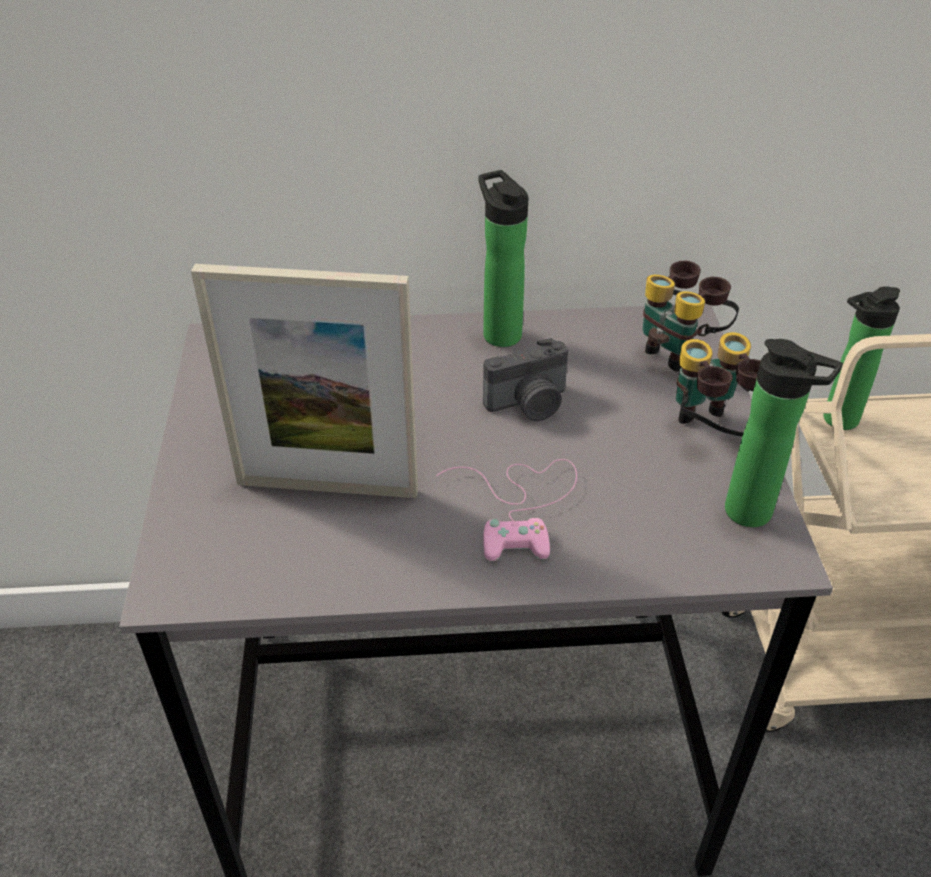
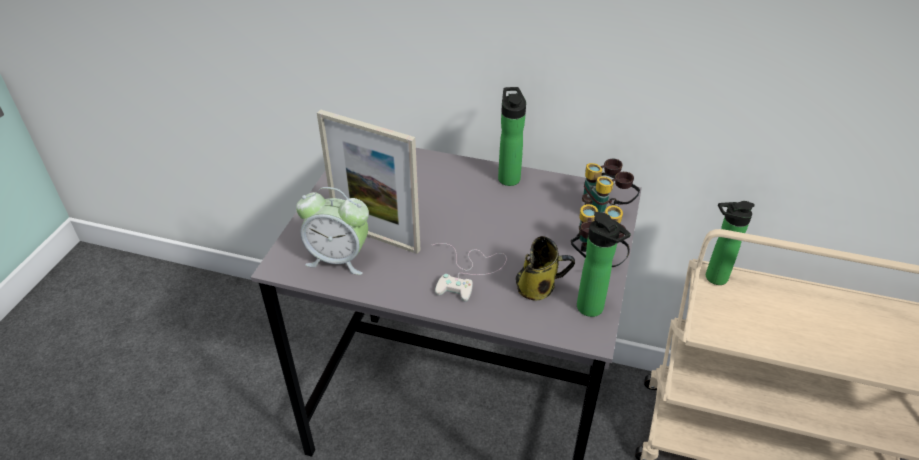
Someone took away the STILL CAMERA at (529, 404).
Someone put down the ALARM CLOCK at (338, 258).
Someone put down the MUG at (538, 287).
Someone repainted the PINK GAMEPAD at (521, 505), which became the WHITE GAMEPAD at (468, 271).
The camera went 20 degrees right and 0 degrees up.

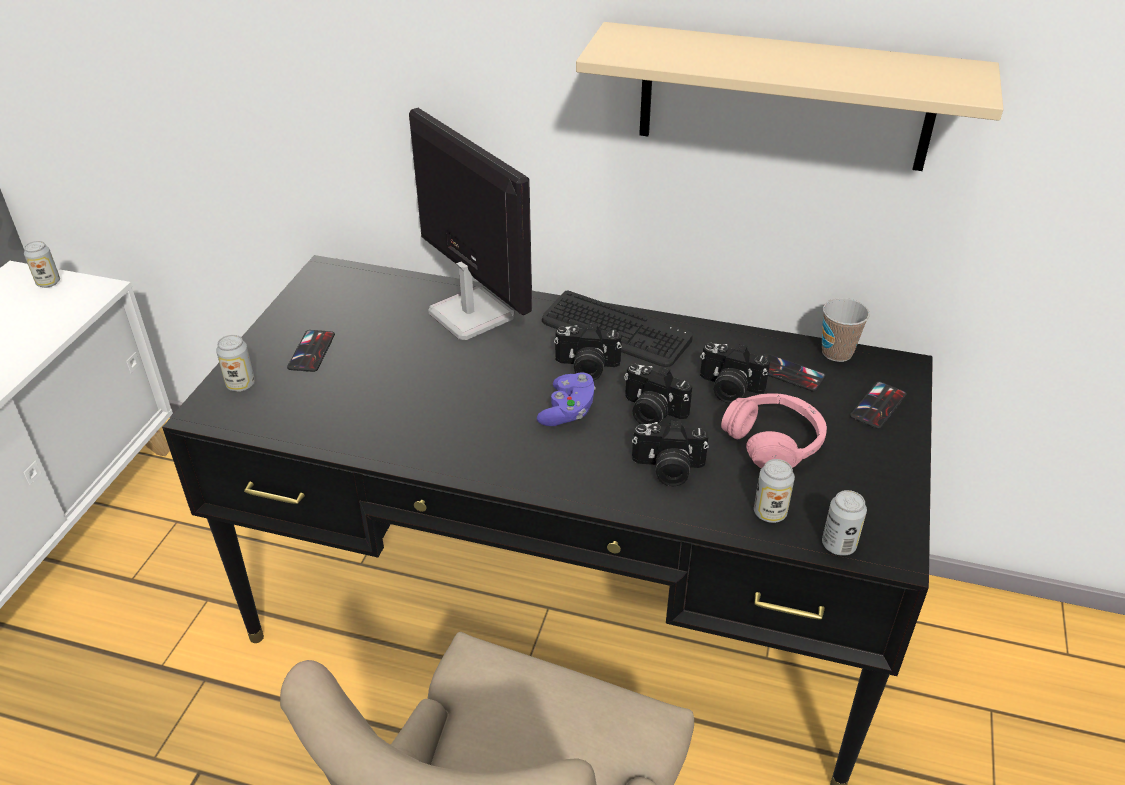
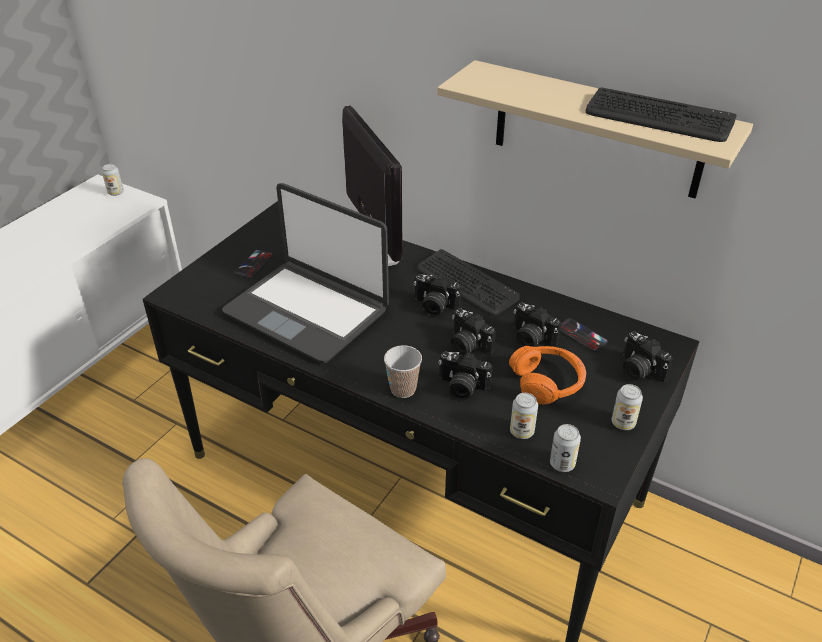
Someone took away the PURPLE GAMEPAD at (568, 411).
Someone put down the PORTABLE COMPUTER at (307, 311).
Someone put down the KEYBOARD at (658, 117).
Someone carried the CAN from (241, 384) to (623, 423).
Someone carried the CUP from (837, 353) to (403, 389).
Someone swapped the PHONE at (878, 406) for the STILL CAMERA at (638, 370).
Someone repainted the PINK HEADSET at (774, 441), which became the ORANGE HEADSET at (547, 382).
The camera went 15 degrees right and 0 degrees up.

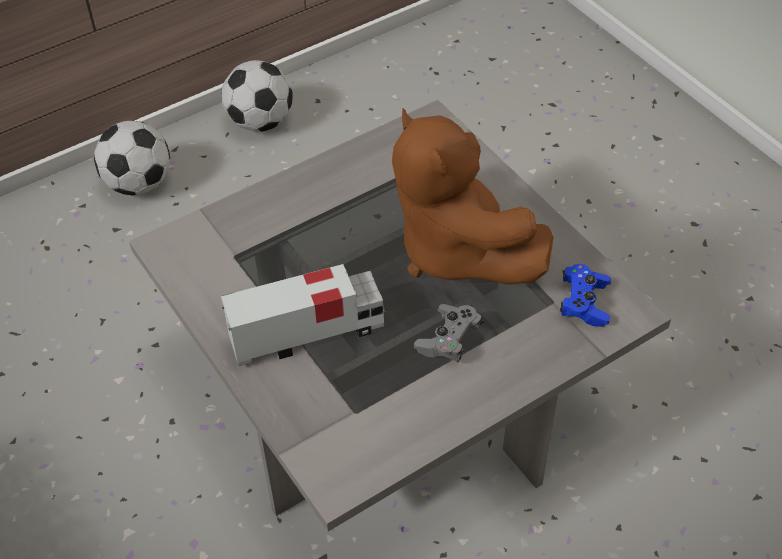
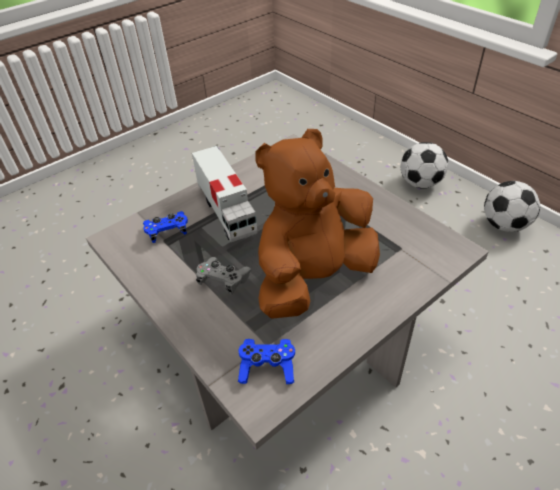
Someone put down the BLUE-COLOURED GAMEPAD at (167, 232).
The camera went 85 degrees right and 5 degrees down.

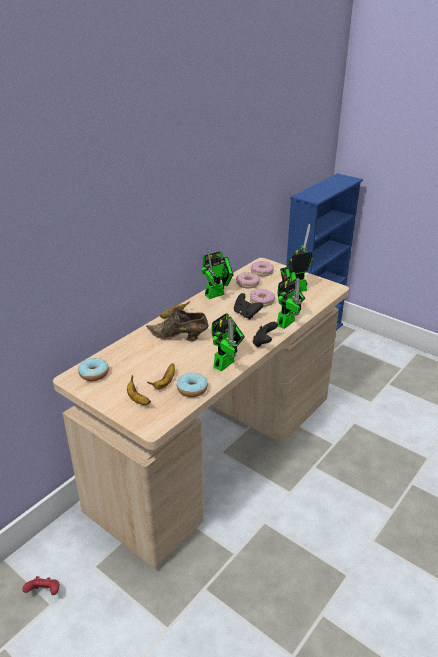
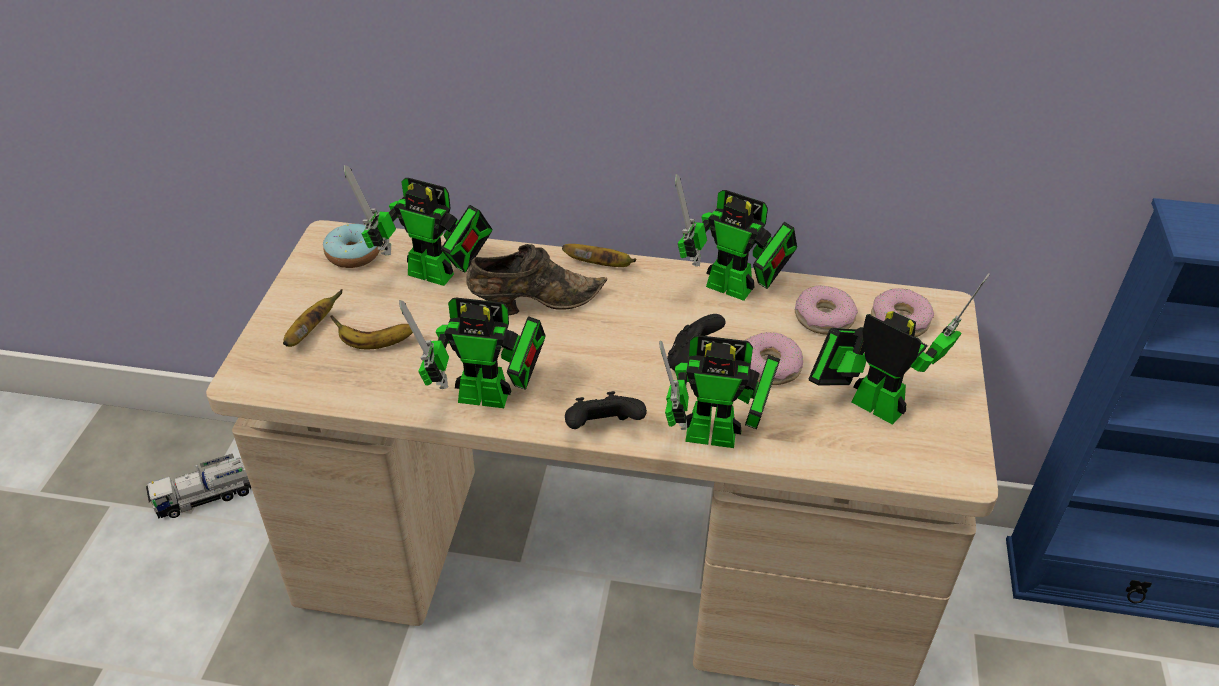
Someone took away the DOUGHNUT at (192, 389).
Someone put down the ROBOT FIGURE at (437, 276).
Someone swapped the RED-COLOURED GAMEPAD at (45, 592) for the MODEL TRUCK at (207, 497).
Someone rotated the BROWNISH ITEM OF FOOTWEAR at (179, 337) by 90 degrees clockwise.
The camera went 60 degrees right and 10 degrees up.

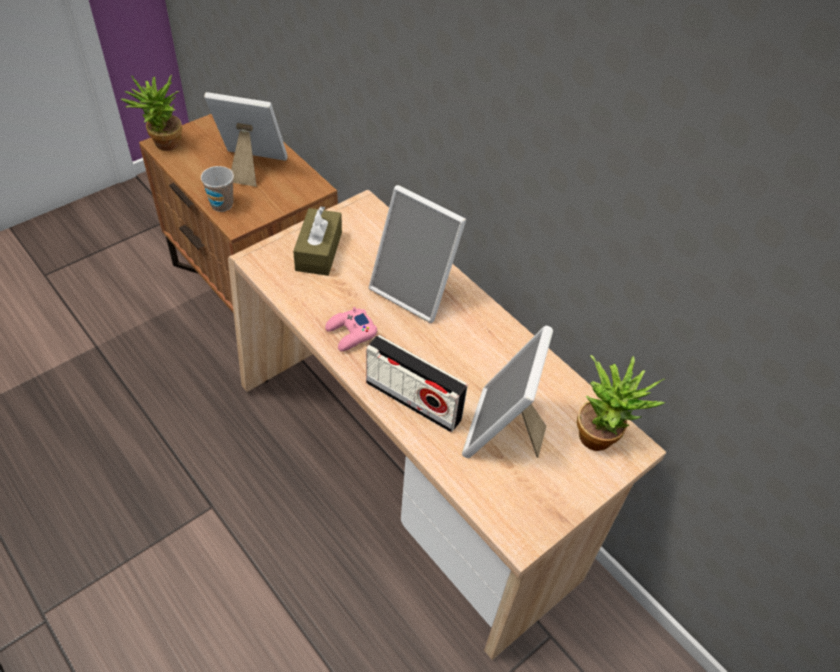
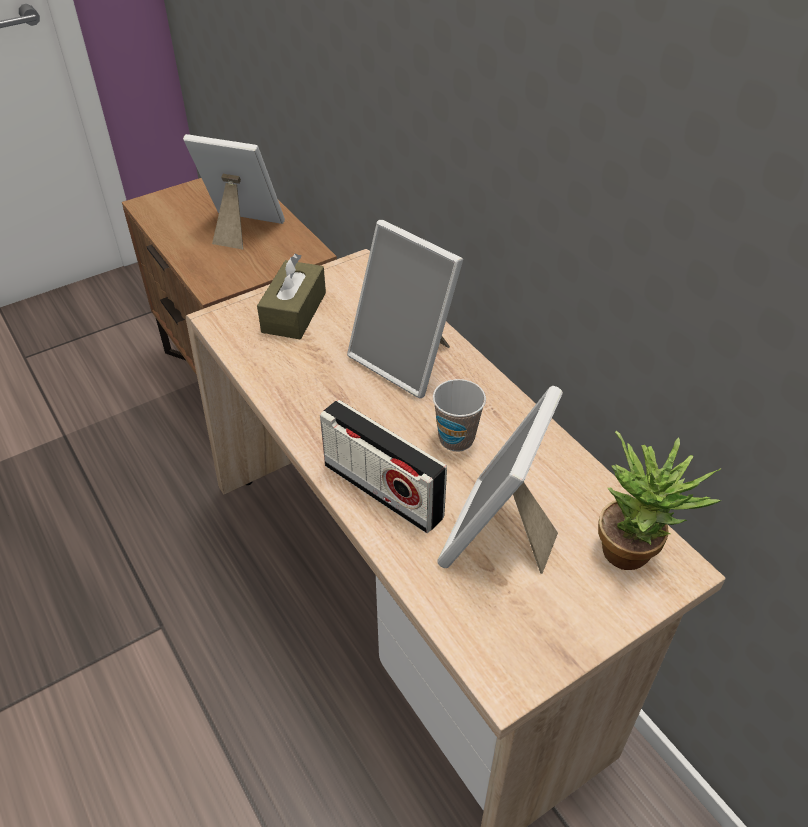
Someone took away the POTTED PLANT at (163, 145).
Someone took away the PINK GAMEPAD at (351, 333).
Someone carried the CUP from (222, 204) to (456, 439).
The camera went 10 degrees right and 5 degrees down.

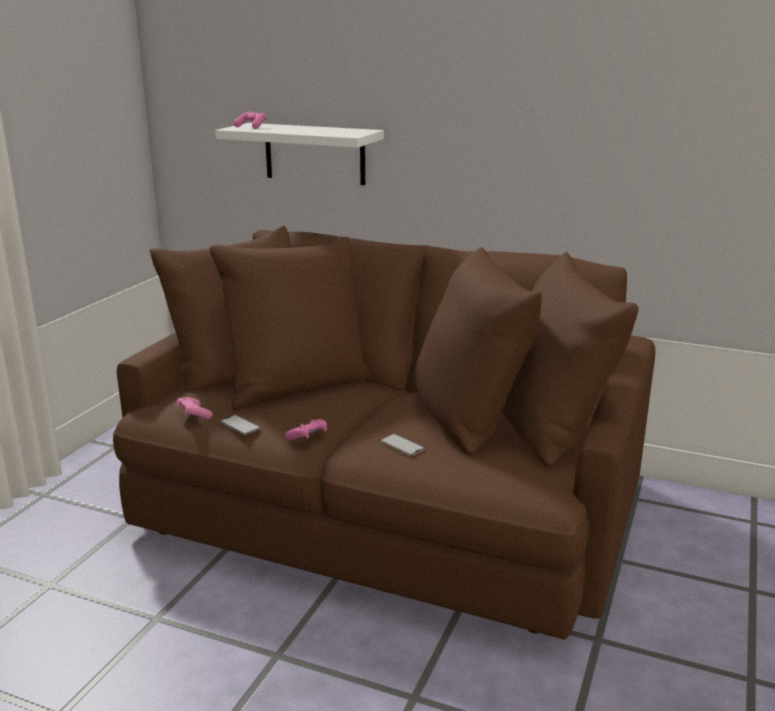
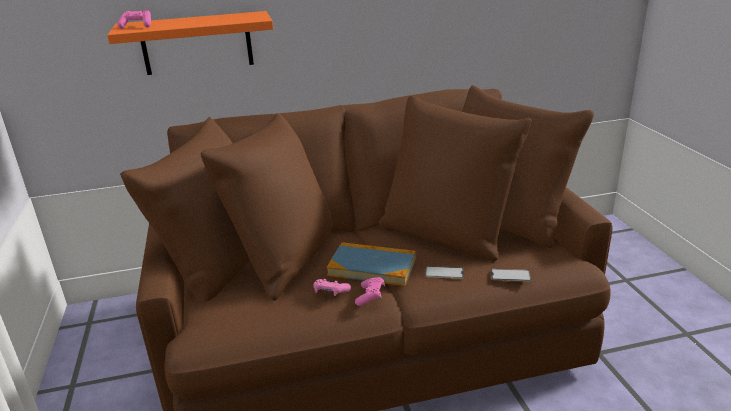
Someone put down the VOLUME at (372, 267).
Someone carried the PINK GAMEPAD from (193, 415) to (330, 293).
Someone carried the PHONE from (240, 425) to (510, 275).
Someone repainted the WHITE BRACKET SHELF at (314, 154), which became the ORANGE BRACKET SHELF at (197, 43).
The camera went 35 degrees left and 5 degrees up.

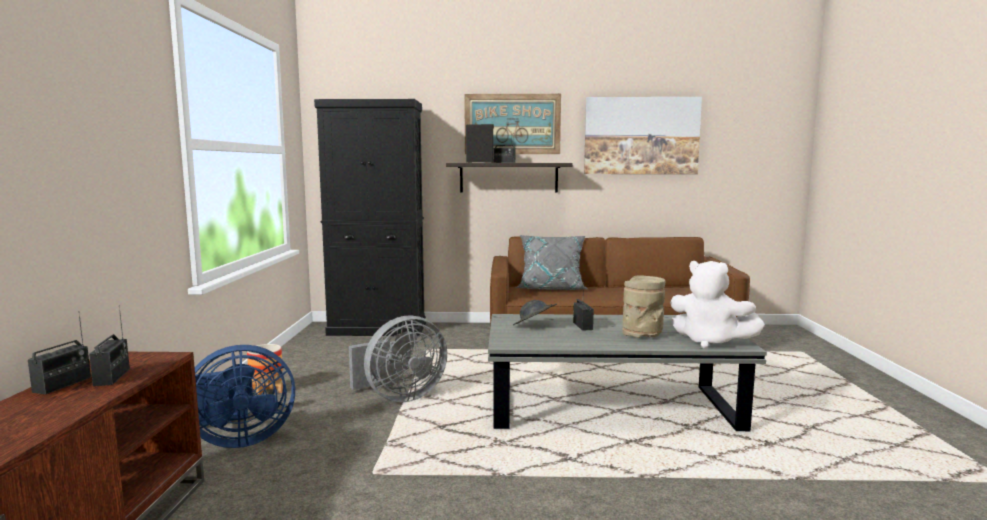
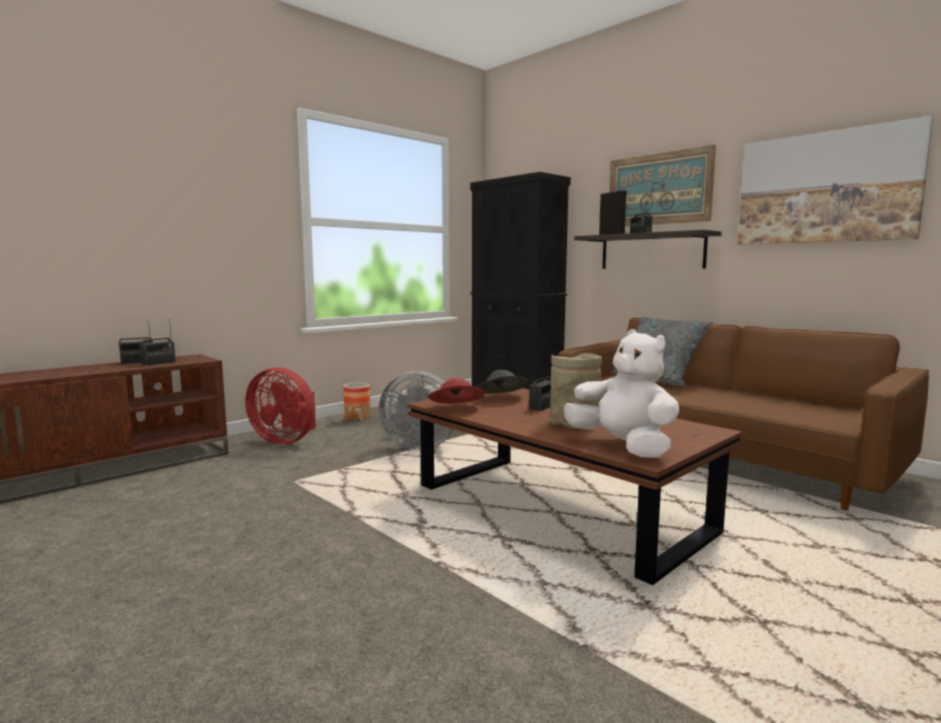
Someone put down the RED-COLOURED WEARABLE HAT at (456, 409).
Someone repainted the BLUE-COLOURED ELECTRIC FAN at (239, 439), which became the RED-COLOURED ELECTRIC FAN at (286, 440).
Someone repainted the GREYISH LOW TABLE at (612, 408), which became the BROWNISH LOW TABLE at (557, 509).
Someone rotated the WHITE SOFT TOY at (710, 341) by 150 degrees clockwise.
The camera went 45 degrees right and 0 degrees up.

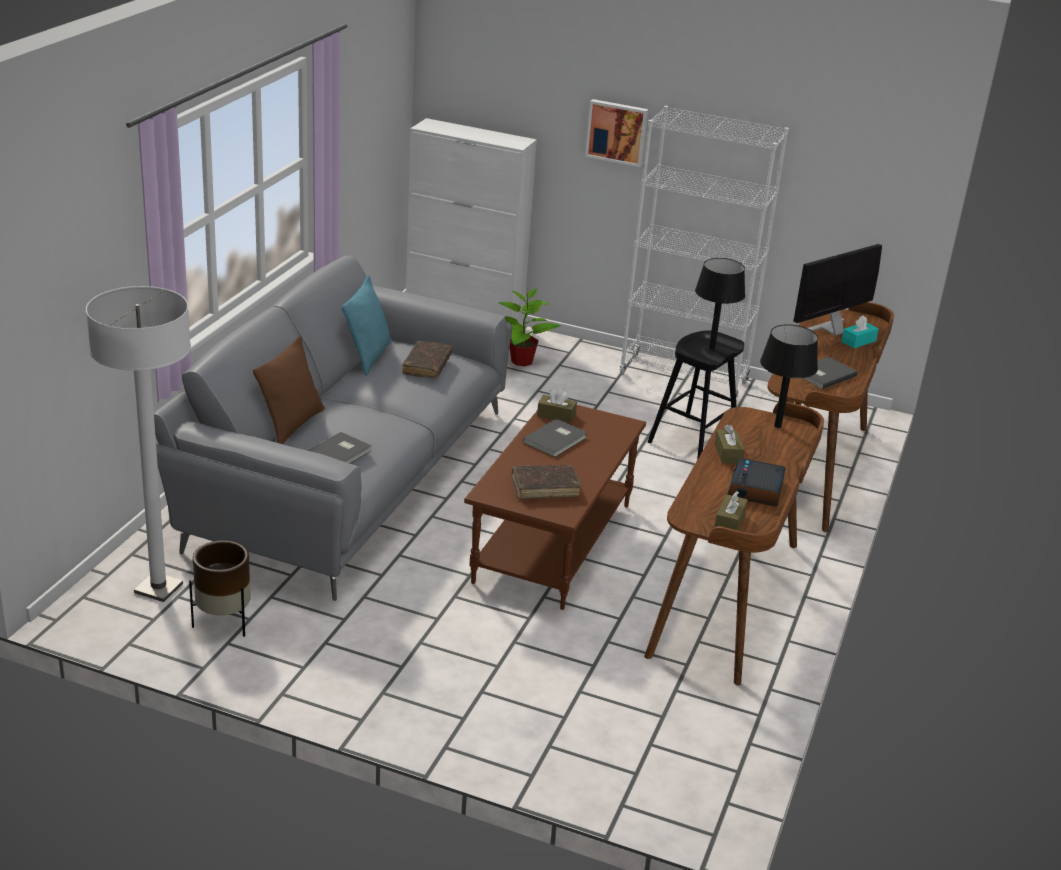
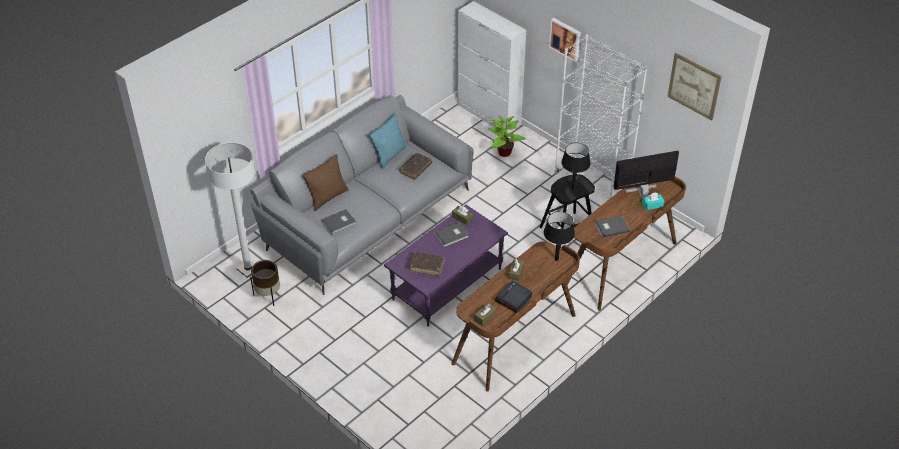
Someone put up the WALL PICTURE at (694, 86).
Someone repainted the BROWNISH LOW TABLE at (551, 542), which became the PURPLE LOW TABLE at (446, 283).
The camera went 25 degrees right and 15 degrees up.

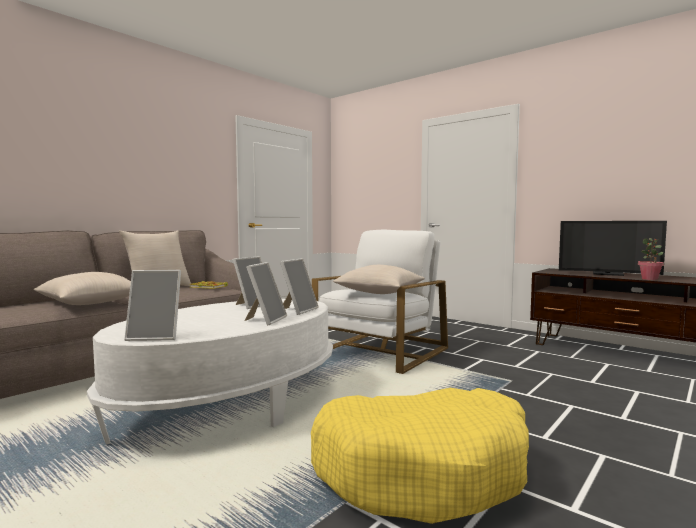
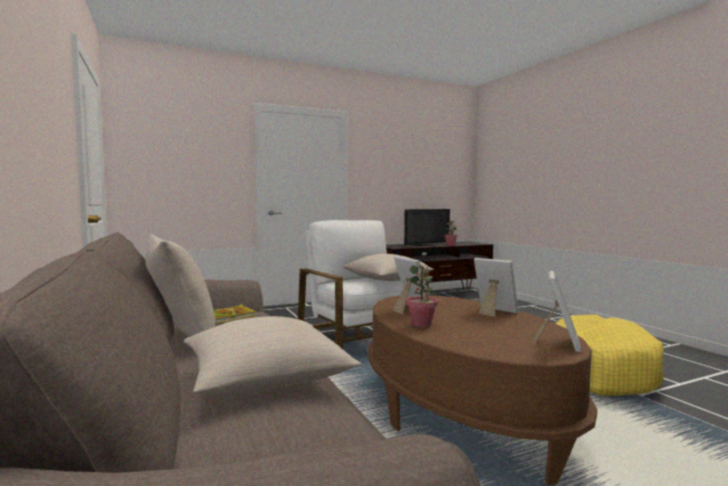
Someone took away the STANDING FRAME at (298, 310).
Someone put down the POTTED PLANT at (421, 324).
Someone repainted the WHITE LOW TABLE at (230, 404), which became the BROWNISH LOW TABLE at (462, 413).
The camera went 65 degrees left and 0 degrees up.

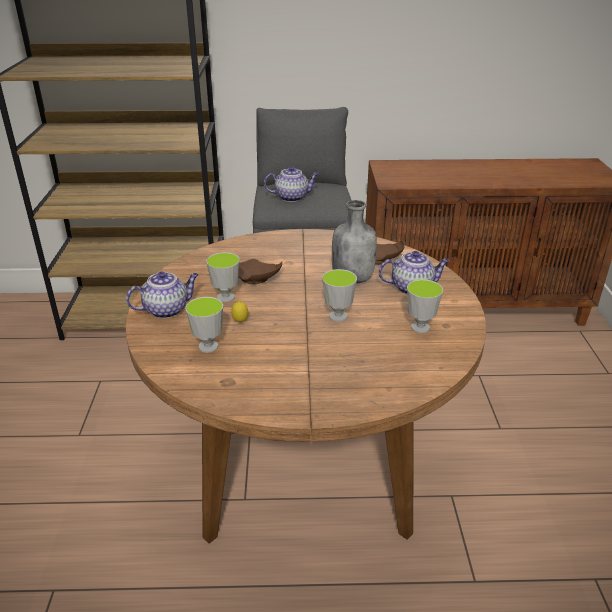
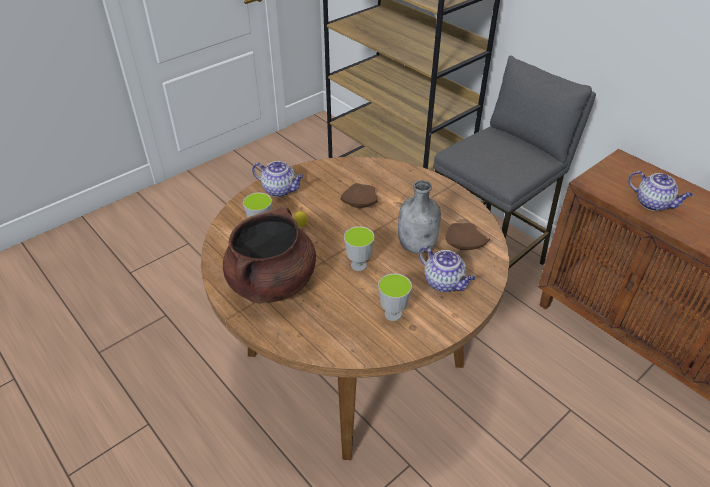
Someone took away the CUP at (226, 297).
Someone put down the BROWNISH COOKING POT at (272, 283).
Someone carried the POT FOR TEA from (292, 197) to (653, 203).
The camera went 50 degrees right and 10 degrees up.

